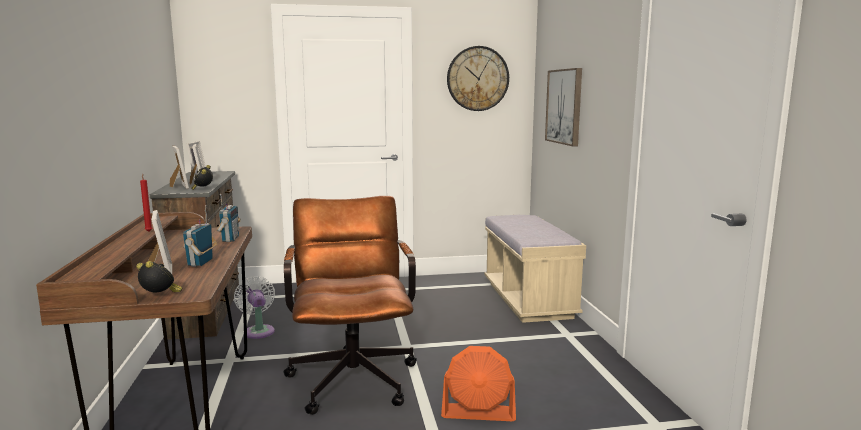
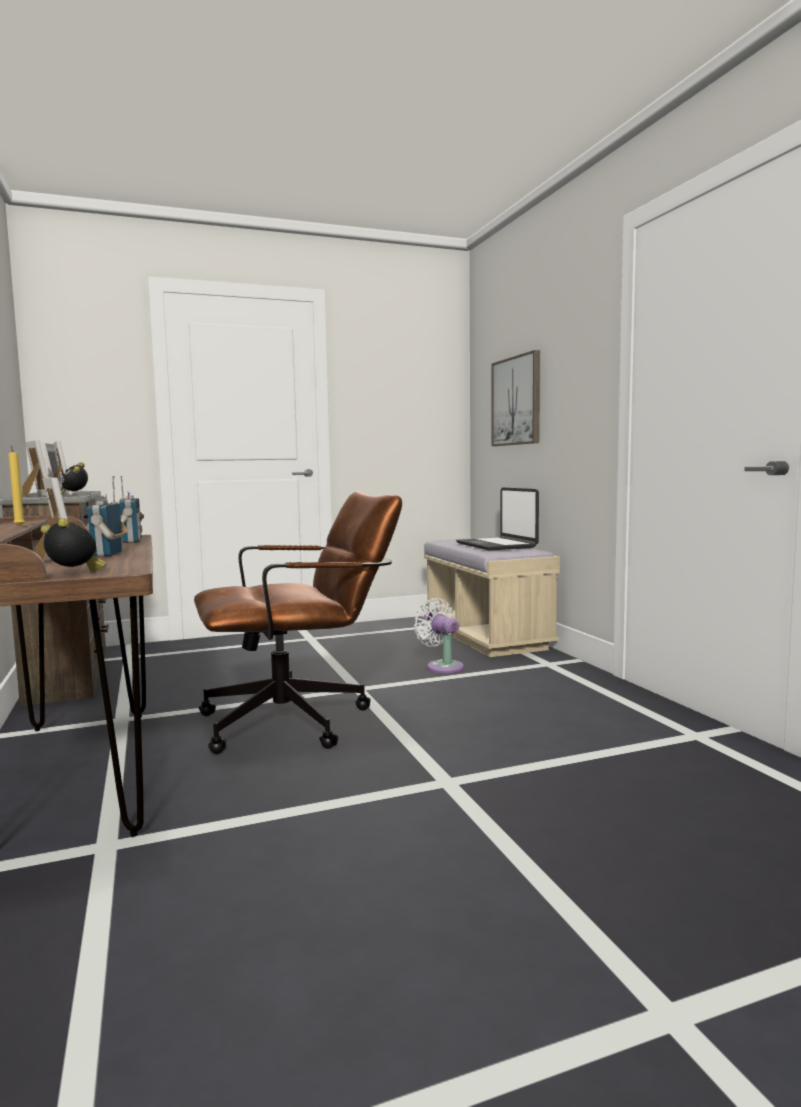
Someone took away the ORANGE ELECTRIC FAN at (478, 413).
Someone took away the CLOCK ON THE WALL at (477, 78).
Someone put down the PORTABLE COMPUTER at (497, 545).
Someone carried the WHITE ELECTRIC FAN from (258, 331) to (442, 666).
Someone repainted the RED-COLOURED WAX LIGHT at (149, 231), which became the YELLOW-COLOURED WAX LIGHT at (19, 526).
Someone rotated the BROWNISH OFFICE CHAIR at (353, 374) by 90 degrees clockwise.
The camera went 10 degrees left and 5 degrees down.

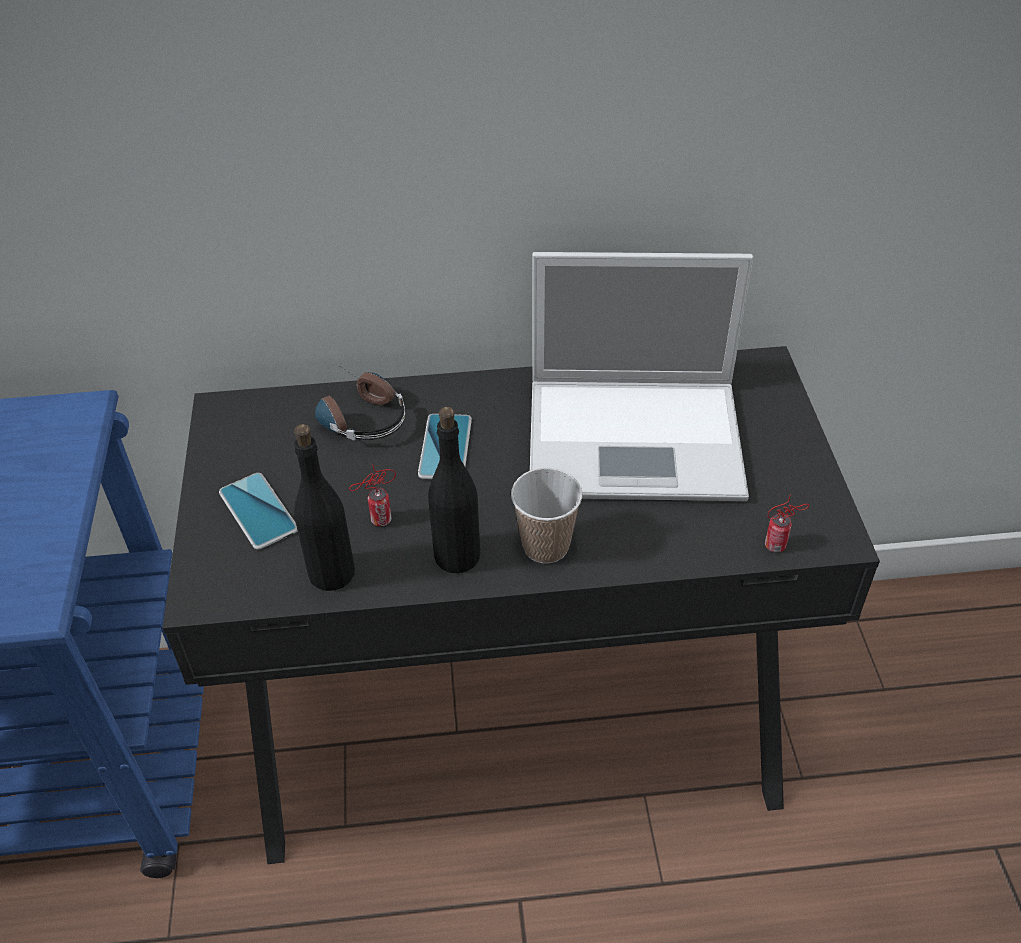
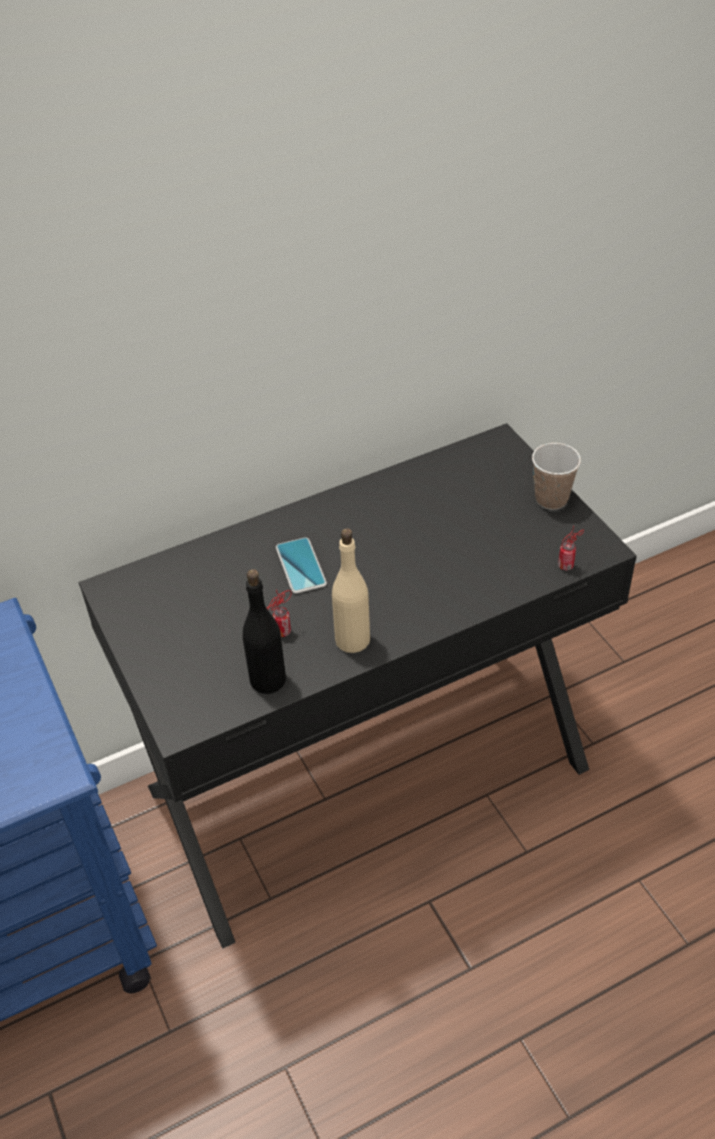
Someone took away the PHONE at (258, 511).
Someone took away the HEADSET at (356, 414).
Someone took away the PORTABLE COMPUTER at (639, 438).
Someone carried the CUP from (545, 546) to (551, 499).
Someone repainted the BLACK DRINK BOTTLE at (457, 555), which became the BEIGE-COLOURED DRINK BOTTLE at (352, 639).
The camera went 20 degrees left and 0 degrees up.

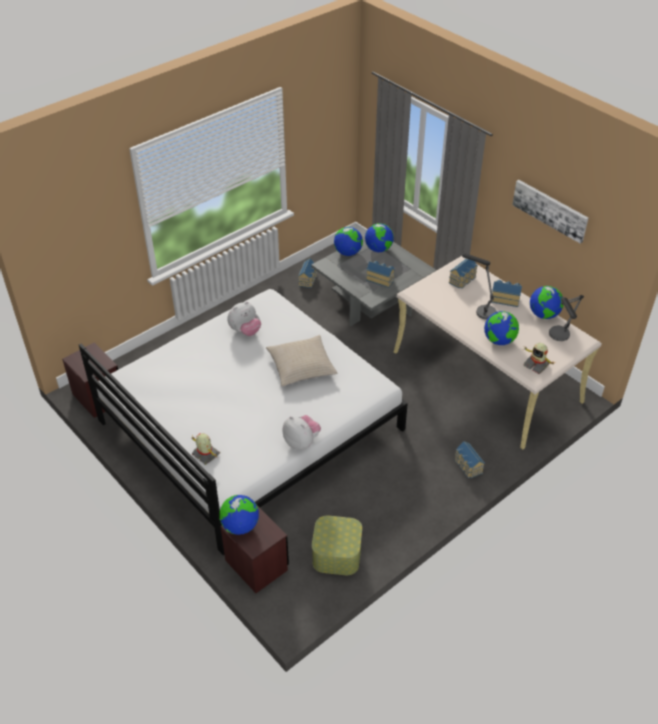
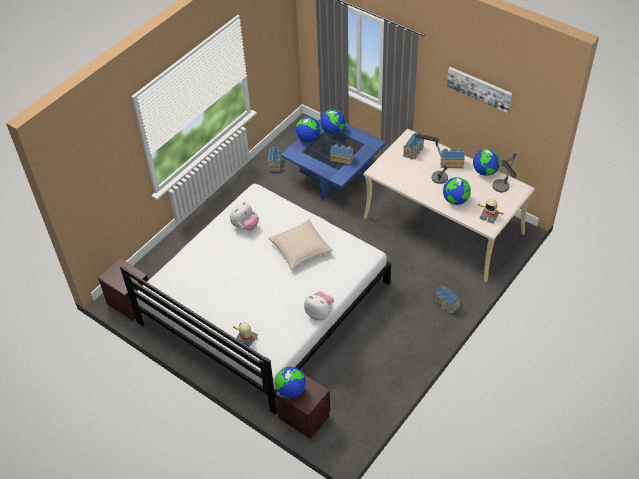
Someone took away the STORAGE BIN at (337, 554).
Someone repainted the GREYISH LOW TABLE at (372, 301), which became the BLUE-COLOURED LOW TABLE at (334, 174).
The camera went 10 degrees left and 5 degrees up.

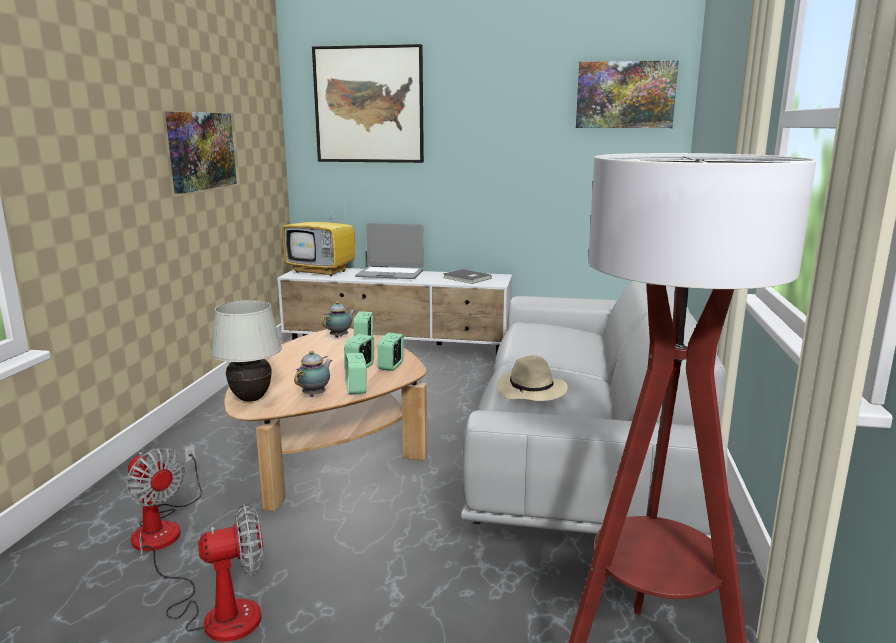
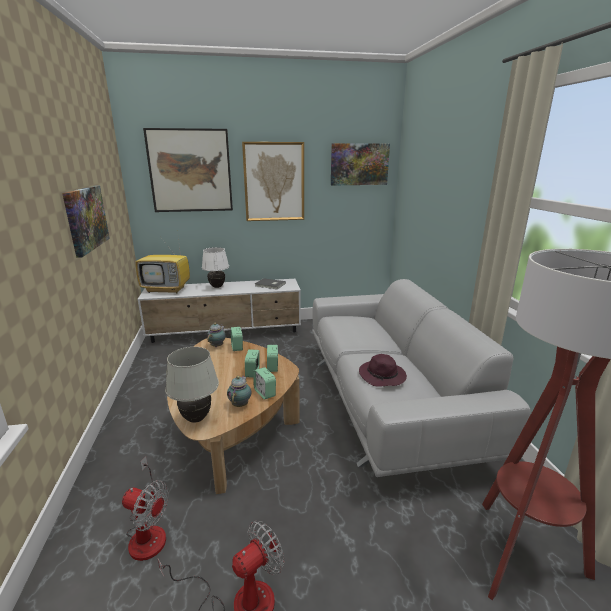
Someone put up the WALL PICTURE at (274, 182).
Someone swapped the PORTABLE COMPUTER at (390, 274) for the WHITE LAMP FOR A TABLE at (217, 287).
Someone repainted the BEIGE-COLOURED WEARABLE HAT at (532, 391), which became the PURPLE WEARABLE HAT at (382, 376).
The camera went 20 degrees left and 5 degrees up.

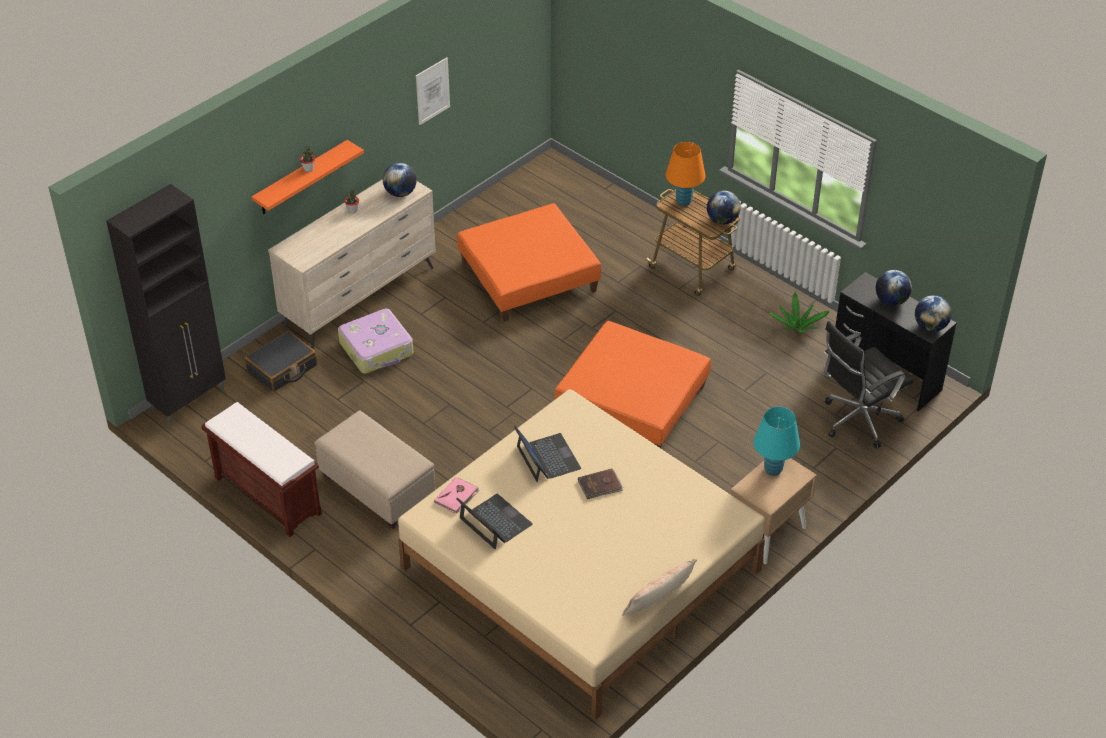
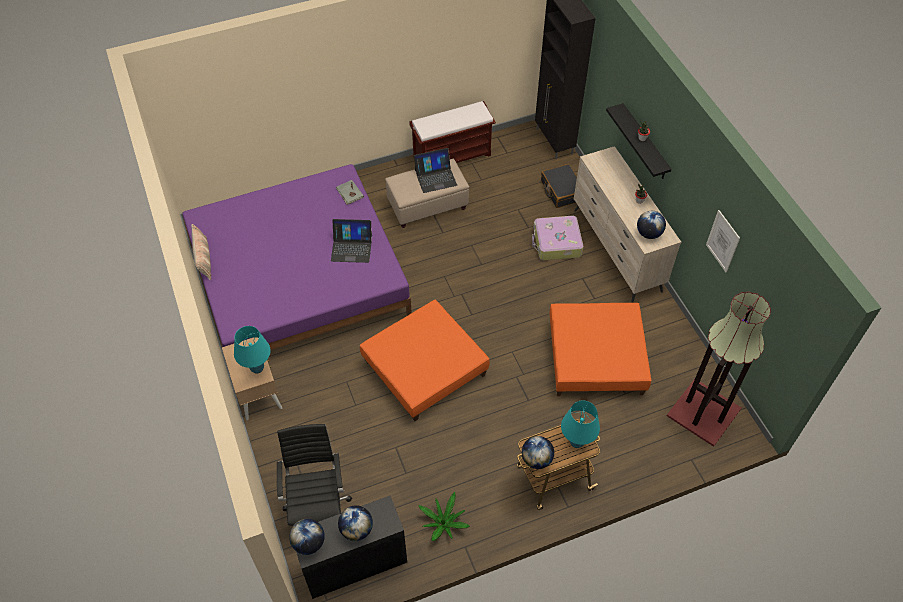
Someone took away the BROWNISH VOLUME at (600, 485).
Someone put down the STANDING LAMP at (704, 413).
Someone carried the PORTABLE COMPUTER from (494, 522) to (435, 177).
Someone repainted the ORANGE BRACKET SHELF at (301, 178), which became the BLACK BRACKET SHELF at (644, 143).
Someone repainted the BEIGE-COLOURED SLEEPING BED at (580, 569), which became the PURPLE SLEEPING BED at (299, 280).
Someone repainted the PINK VOLUME at (456, 496), which became the GREYISH VOLUME at (349, 193).
Someone repainted the ORANGE LAMP FOR A TABLE at (683, 201), which became the TURQUOISE-COLOURED LAMP FOR A TABLE at (576, 442).
The camera went 115 degrees right and 10 degrees up.

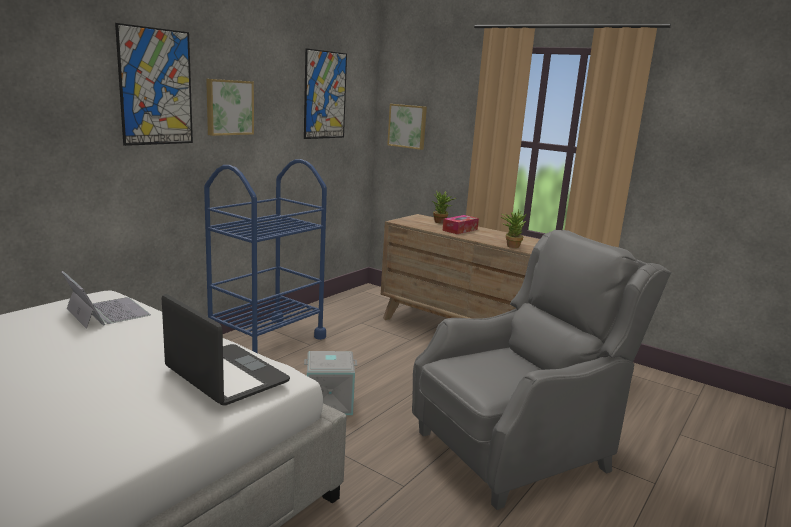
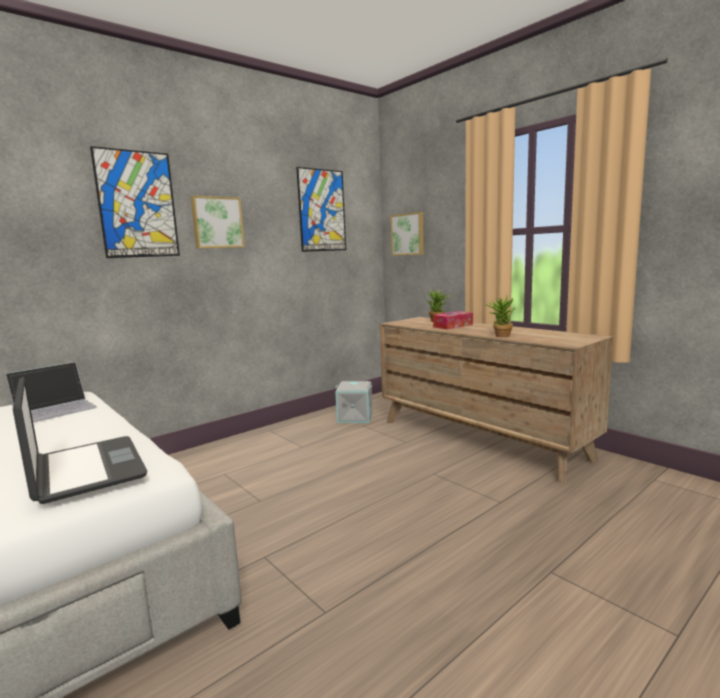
Someone took away the BLUE-COLOURED CART at (266, 341).
Someone took away the GREYISH EASY CHAIR at (516, 449).
Someone carried the GREYISH STORAGE BIN from (329, 402) to (355, 417).
Someone rotated the PORTABLE COMPUTER at (106, 312) by 75 degrees clockwise.
The camera went 15 degrees right and 5 degrees down.

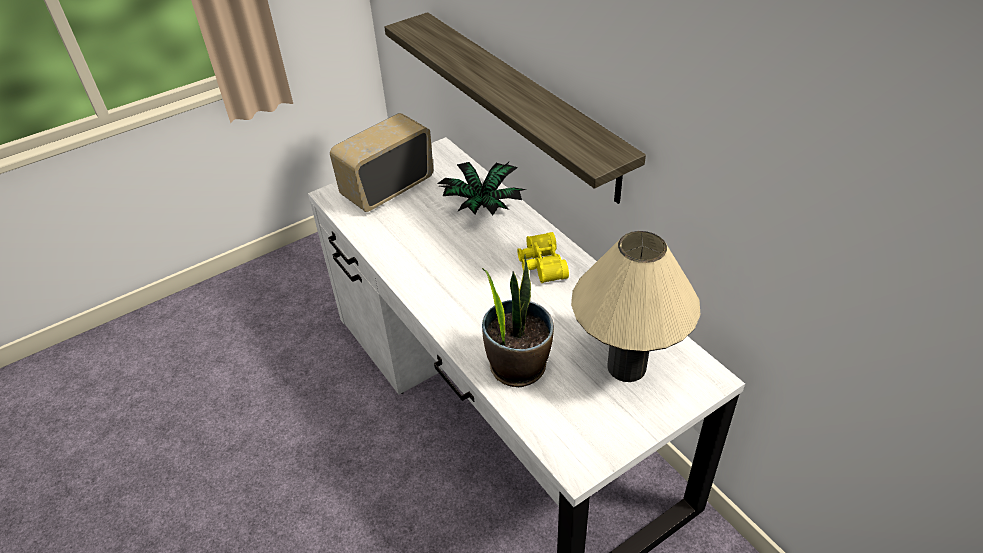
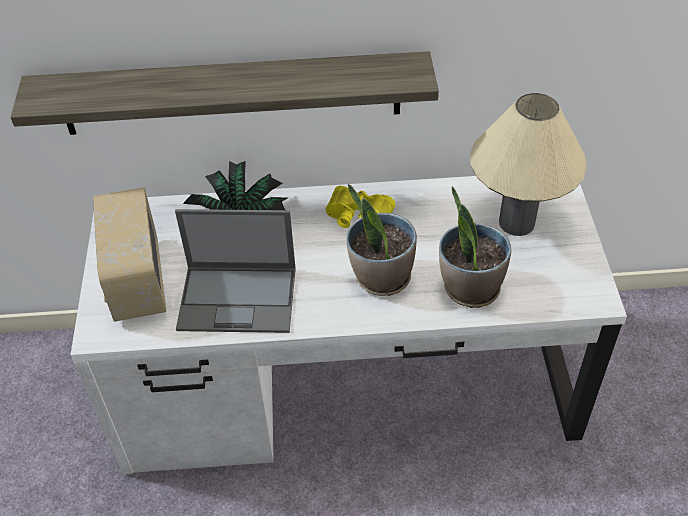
Someone put down the PORTABLE COMPUTER at (239, 298).
Someone put down the POTTED PLANT at (381, 277).
The camera went 60 degrees left and 5 degrees up.

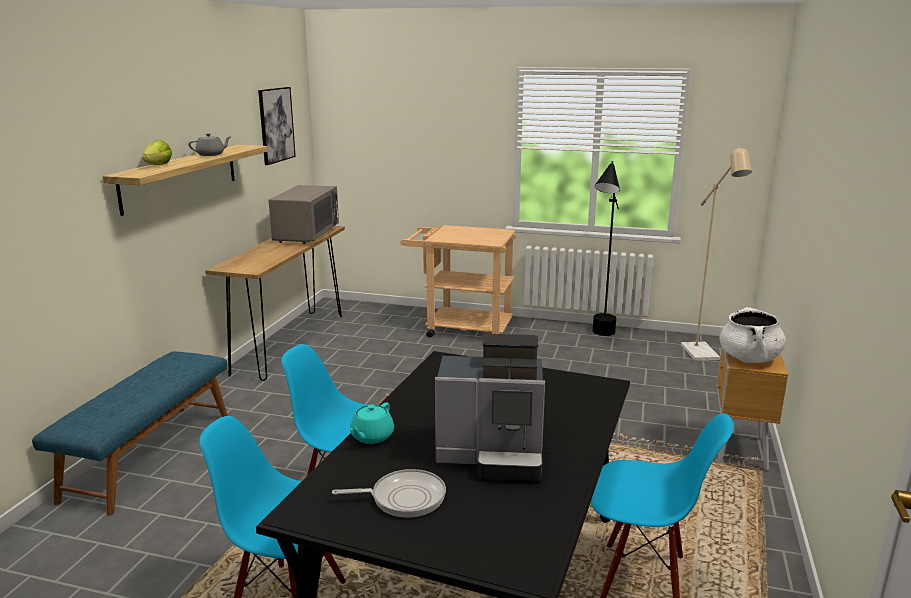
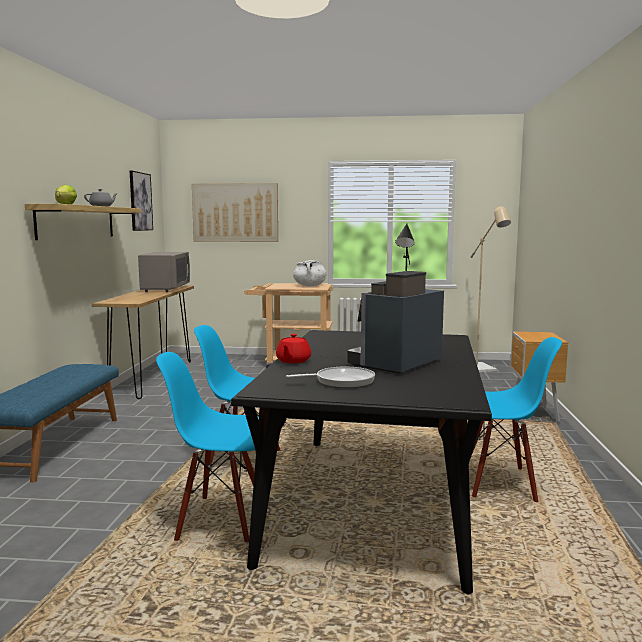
Someone put up the WALL PICTURE at (235, 212).
Someone carried the WHITE COOKING POT from (749, 359) to (310, 286).
Someone repainted the TURQUOISE-COLOURED POT FOR TEA at (371, 437), which became the RED-COLOURED POT FOR TEA at (293, 361).
Someone rotated the COFFEE MAKER at (493, 457) by 135 degrees clockwise.
The camera went 10 degrees left and 10 degrees down.

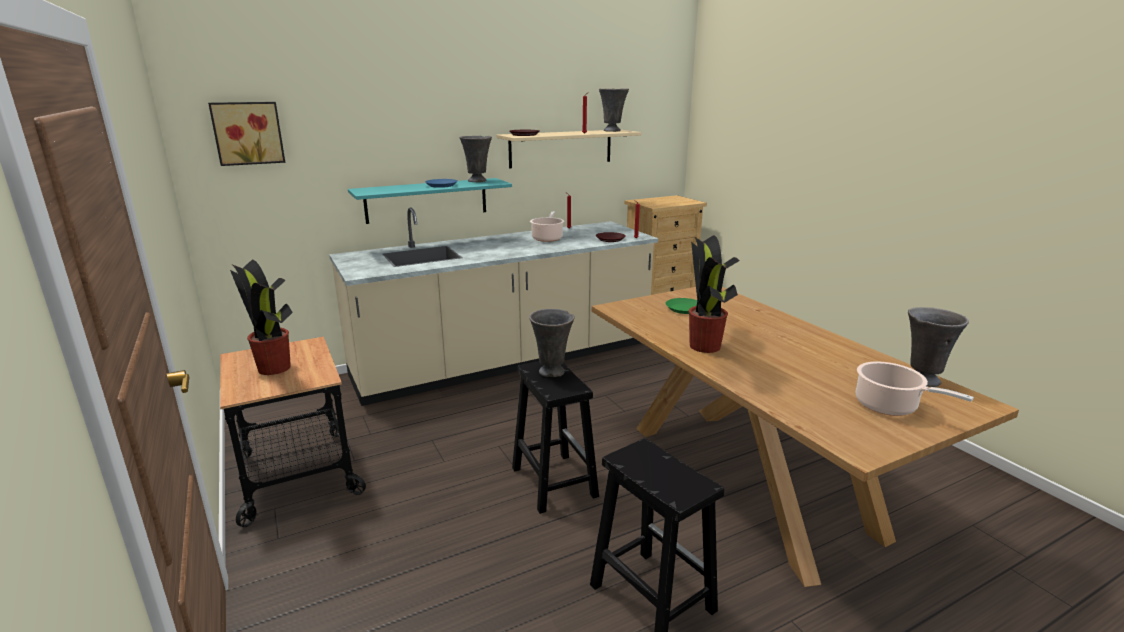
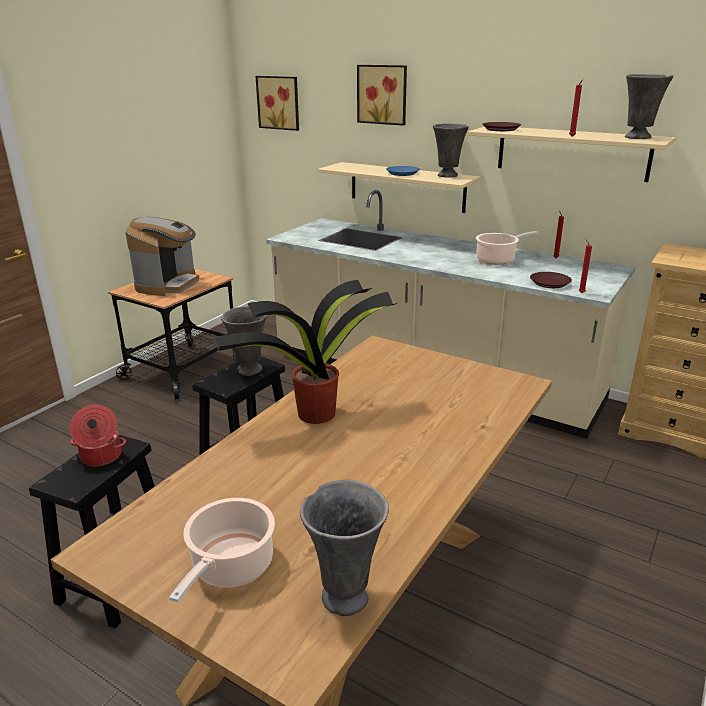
Someone took away the GREEN-COLOURED PLATE at (684, 309).
Someone put down the COOKING POT at (101, 457).
Someone put up the WALL PICTURE at (383, 94).
Someone swapped the POTTED PLANT at (274, 369) for the COFFEE MAKER at (168, 284).
Someone repainted the TURQUOISE-COLOURED BRACKET SHELF at (427, 200), which became the BEIGE-COLOURED BRACKET SHELF at (406, 187).
The camera went 60 degrees right and 5 degrees up.

